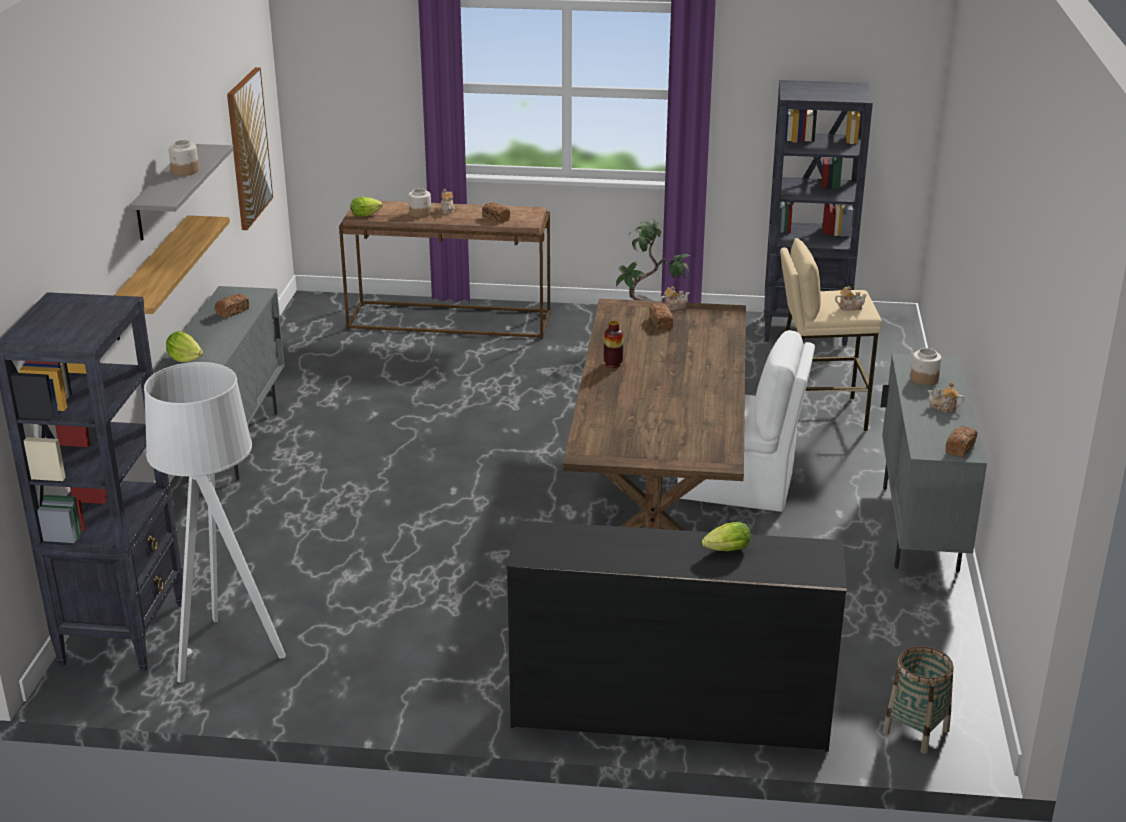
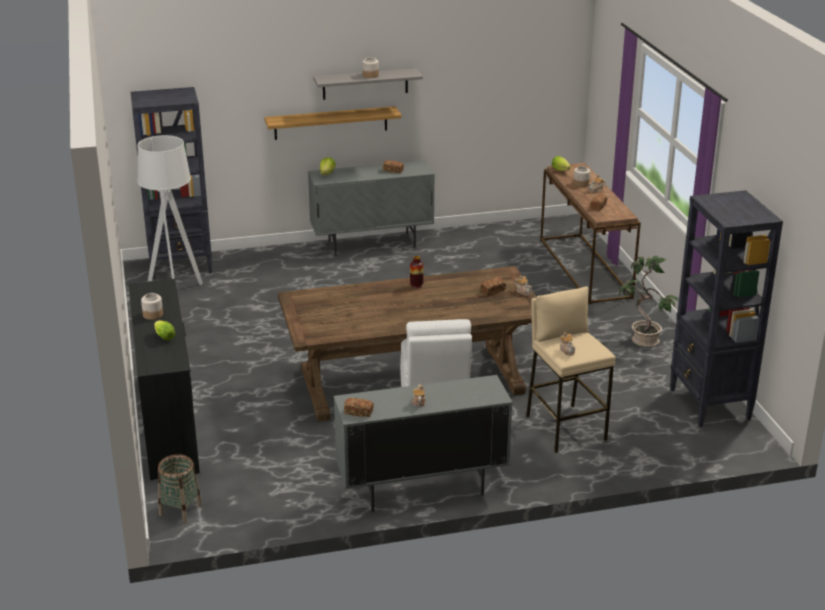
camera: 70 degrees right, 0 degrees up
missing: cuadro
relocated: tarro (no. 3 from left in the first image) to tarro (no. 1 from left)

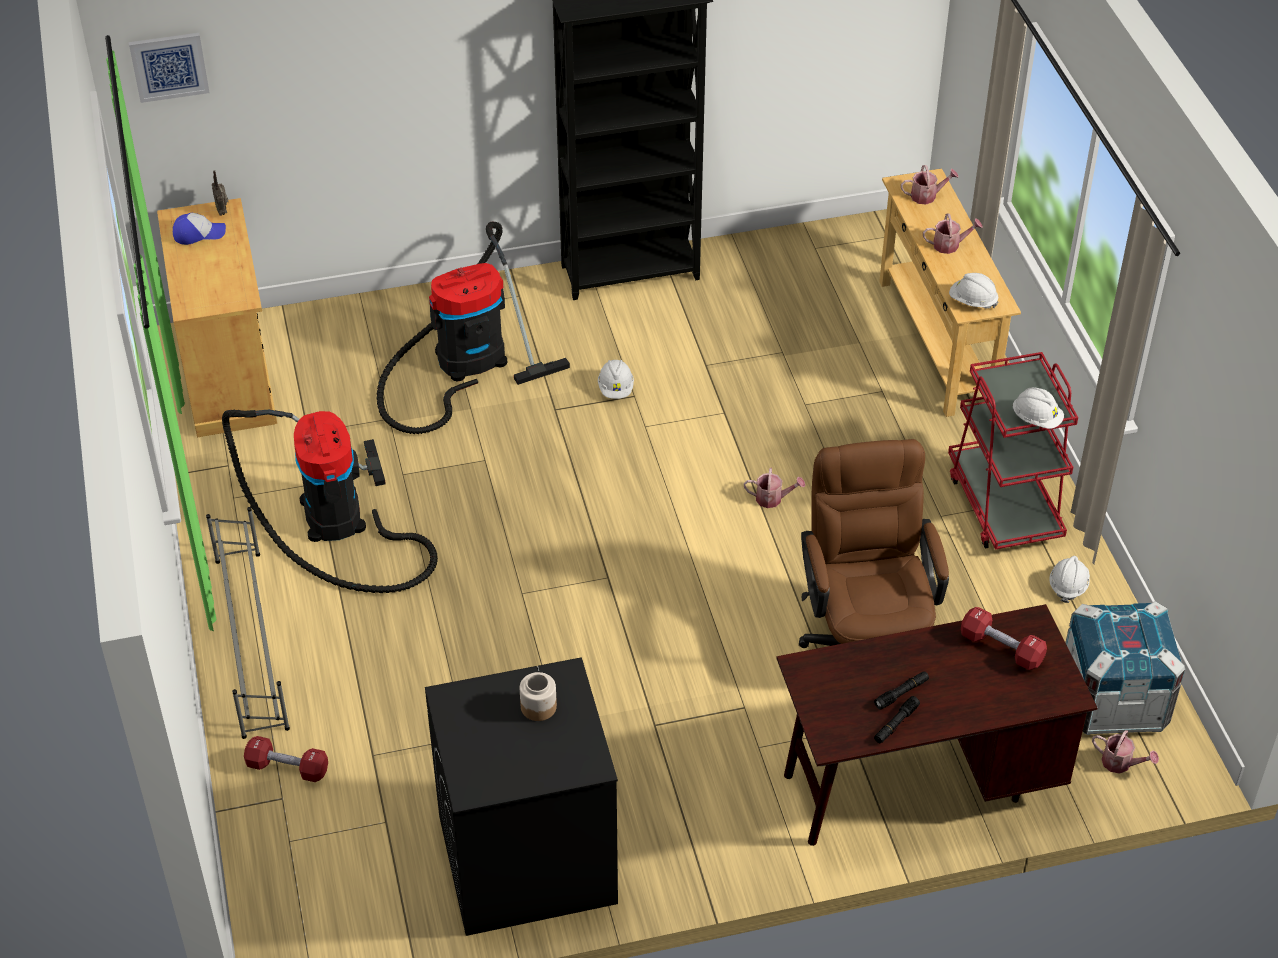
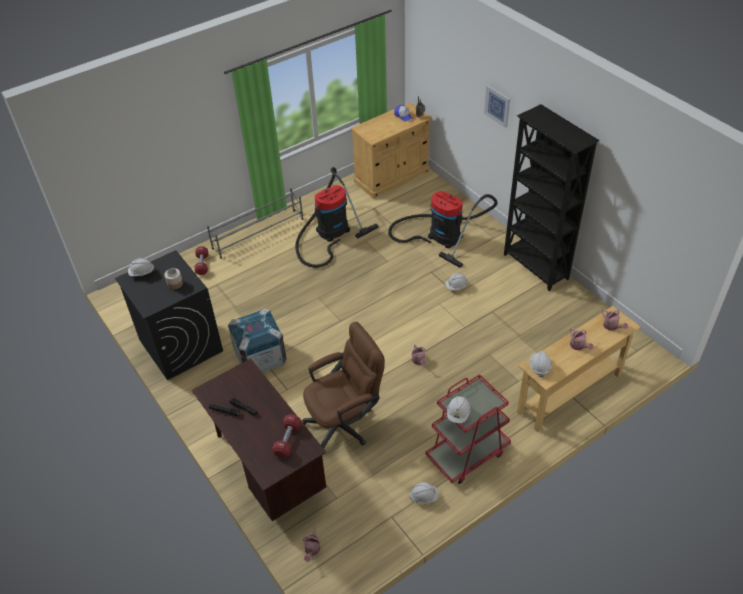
camera: 70 degrees right, 0 degrees up
appeared: casco (blanco) (no. 1 from left)
relocated: cuadro; caja de embalaje

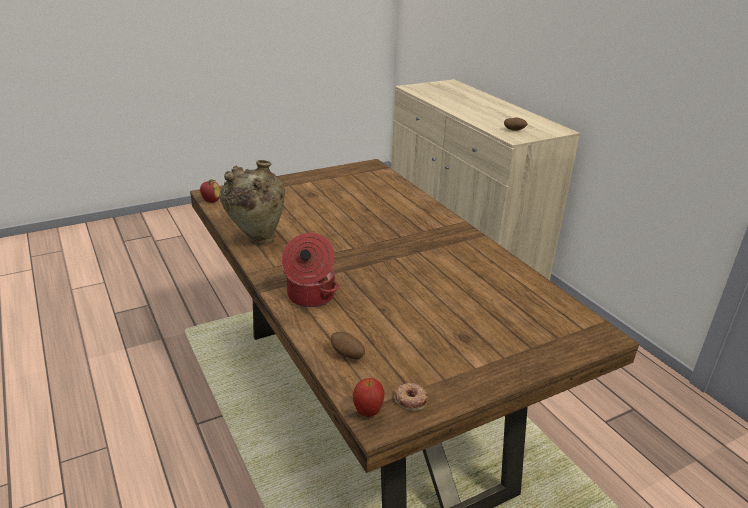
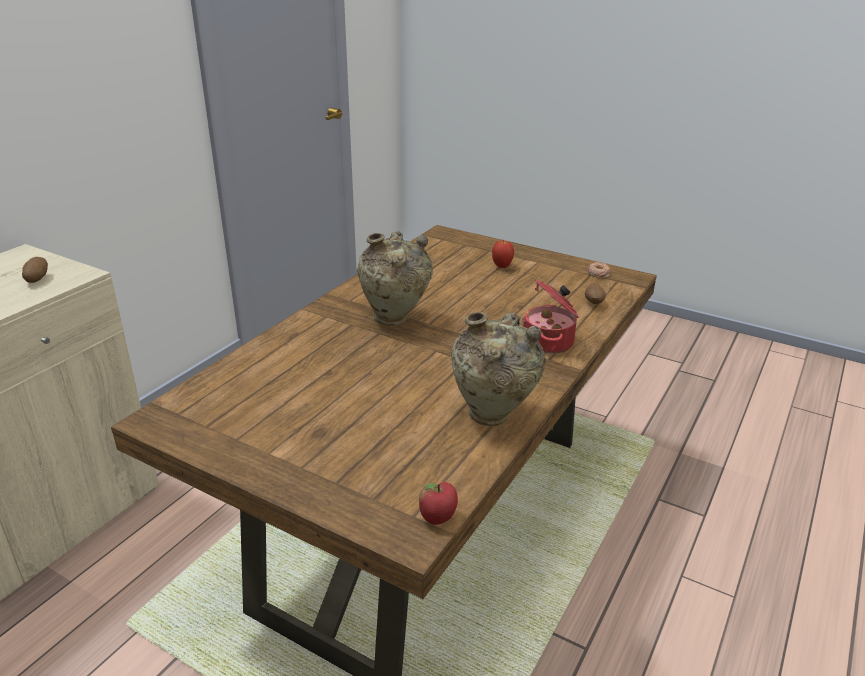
camera: 120 degrees left, 0 degrees up
appeared: florero (beis) (no. 1 from left)
relocated: manzana (no. 2 from left)

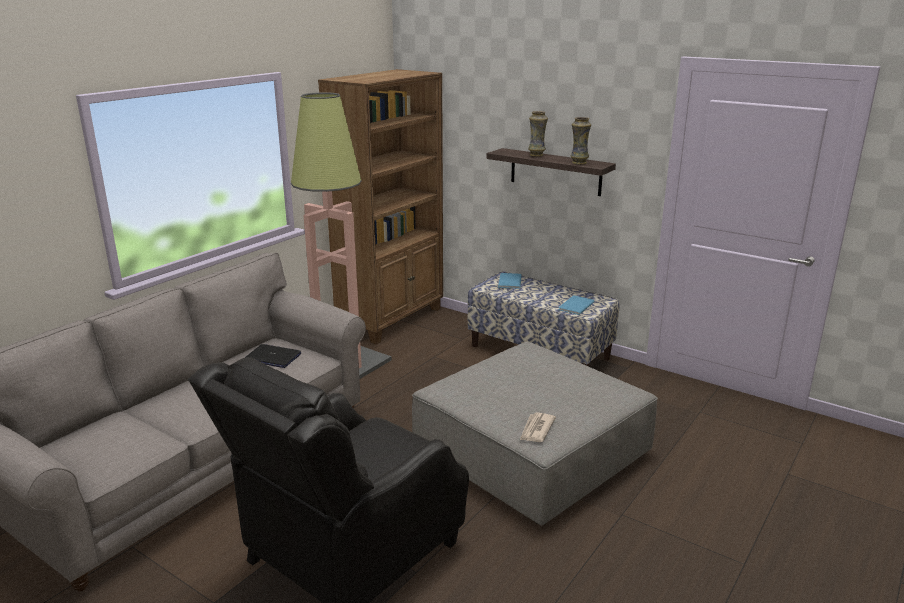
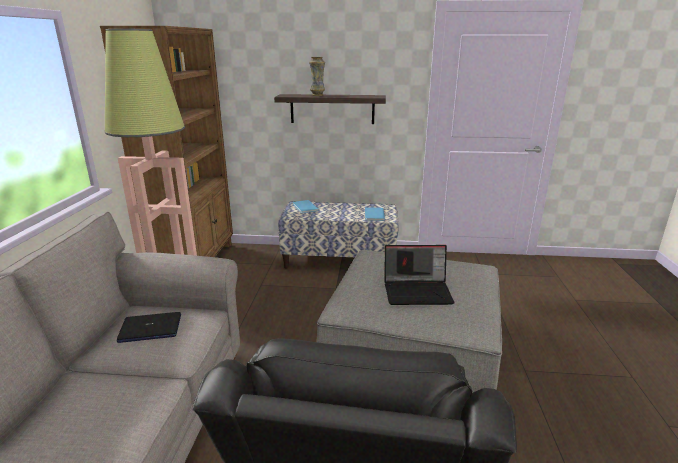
camera: 30 degrees left, 0 degrees up
missing: periódico; florero (no. 2 from left)
appeared: portátil (no. 2 from left)

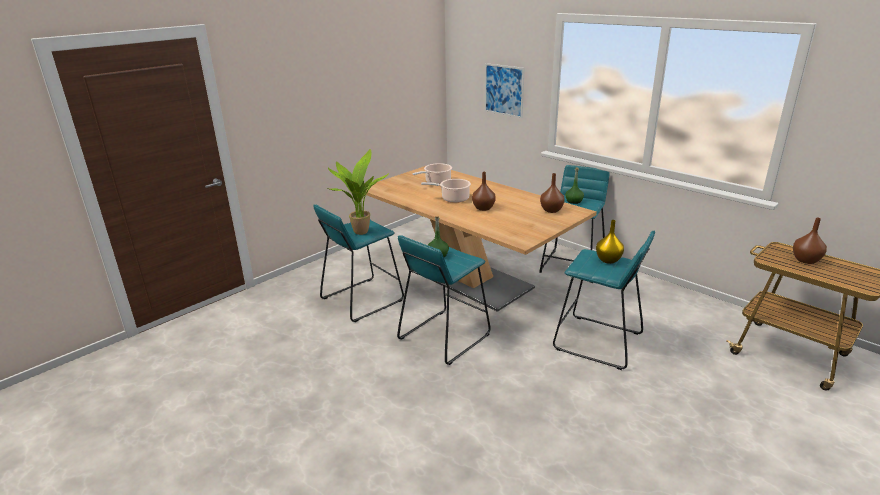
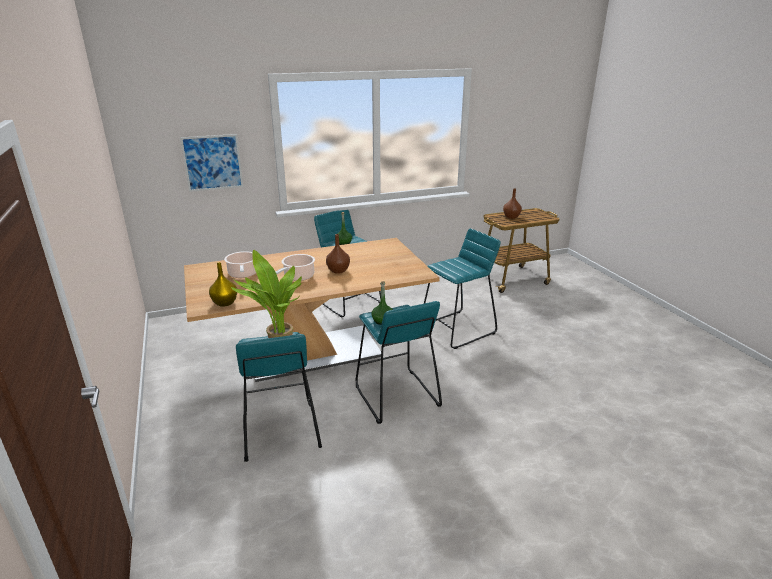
camera: 65 degrees left, 0 degrees up
missing: florero (marrón) (no. 2 from left)
relocated: florero (amarillo)

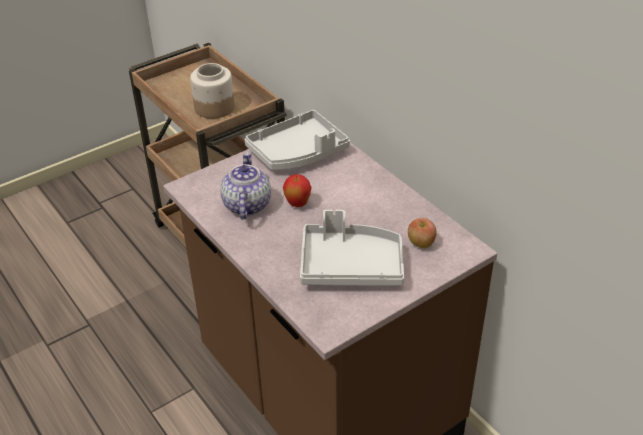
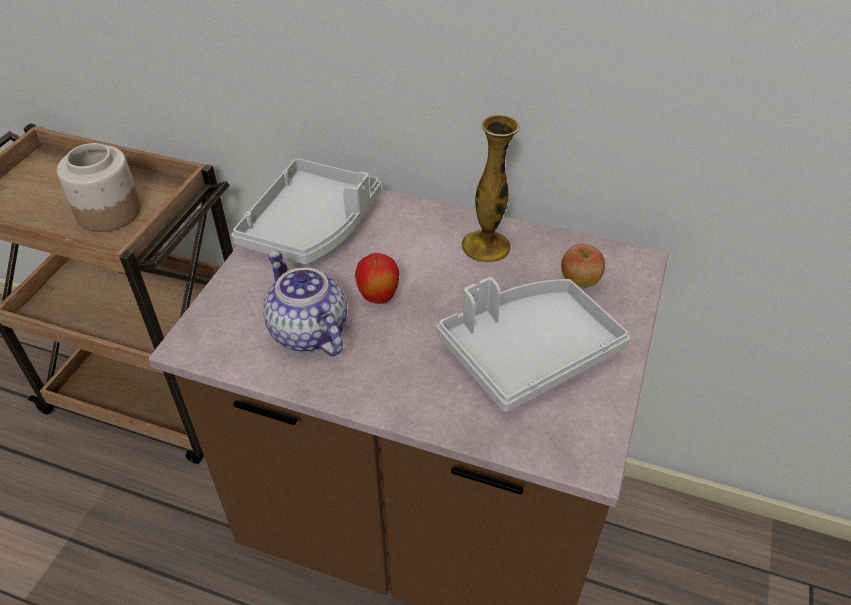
camera: 35 degrees left, 5 degrees up
appeared: florero

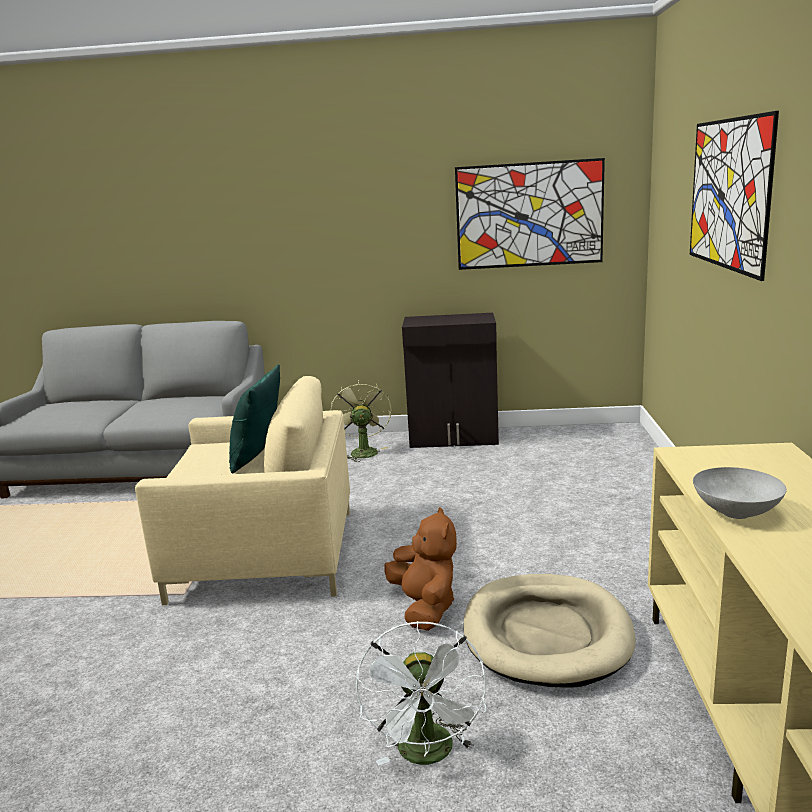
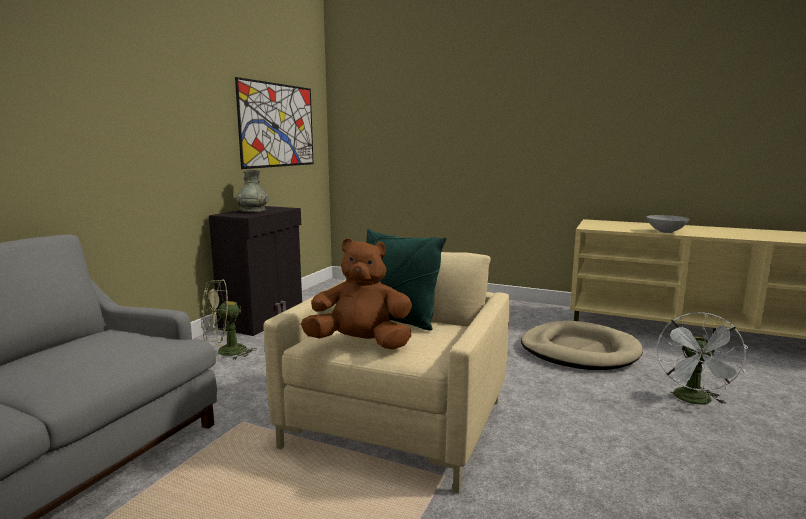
camera: 70 degrees left, 5 degrees down
missing: cuadro (no. 2 from left)
appeared: florero (gris)
relocated: peluche (marrón)
spun: ventilador (verde) 45 degrees counterclockwise; ventilador (blanco) 90 degrees clockwise

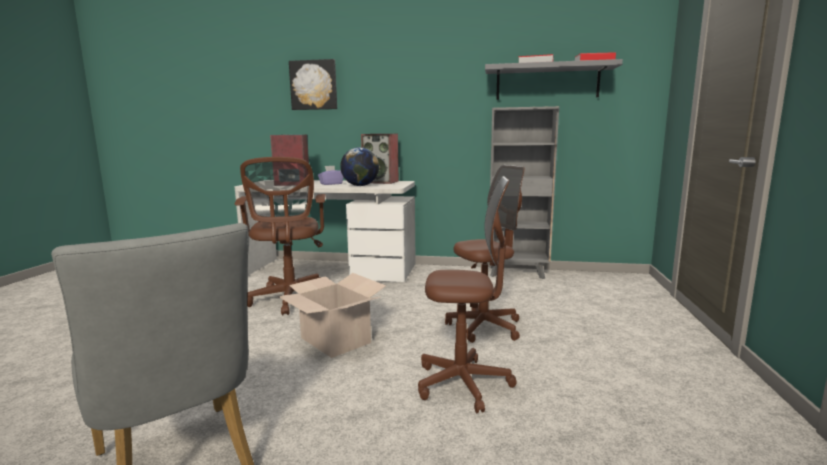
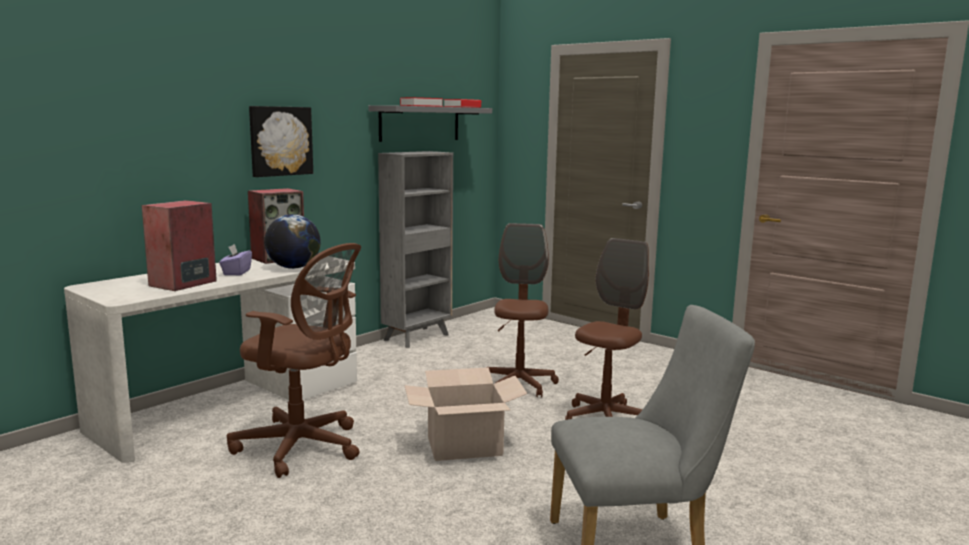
camera: 60 degrees left, 0 degrees up
relocated: cuadro

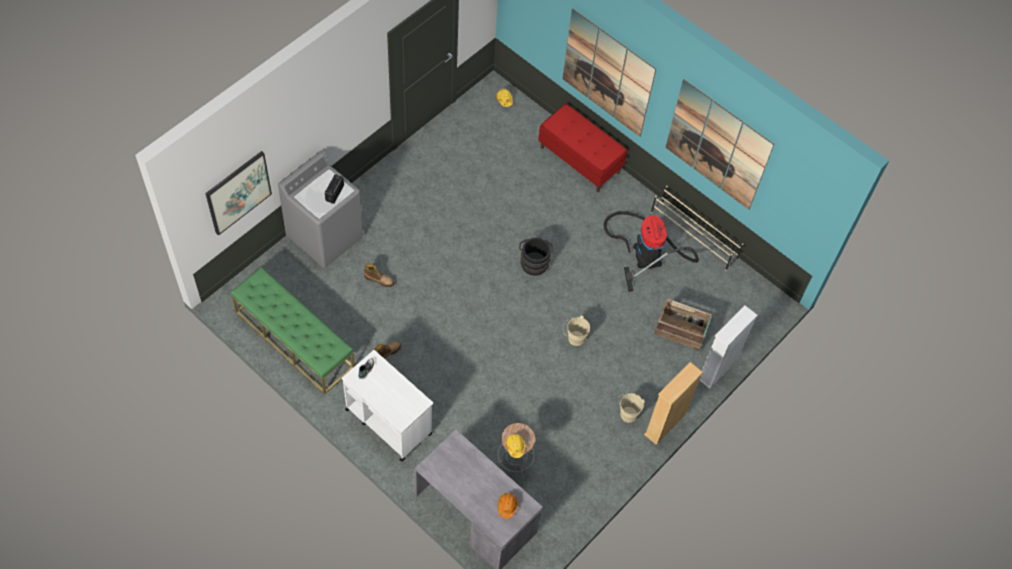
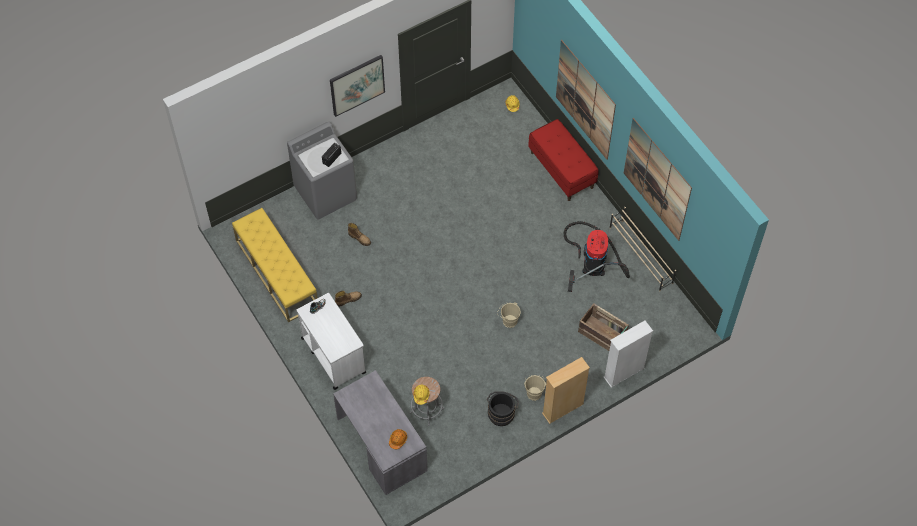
camera: 20 degrees right, 0 degrees up
relocated: cuadro (no. 1 from left); cubo (negro)
colour: banco (verde) to banco (amarillo)

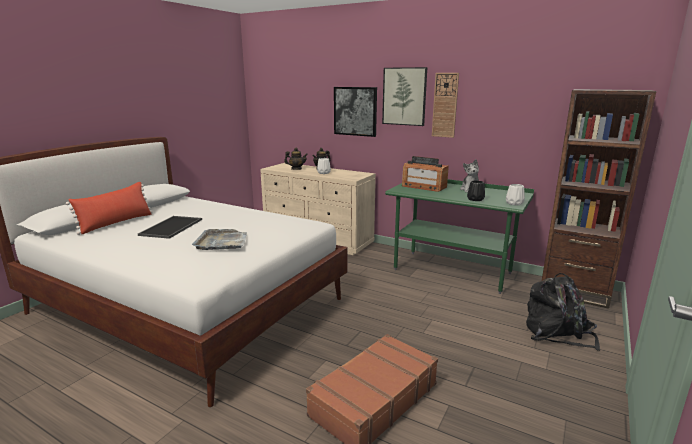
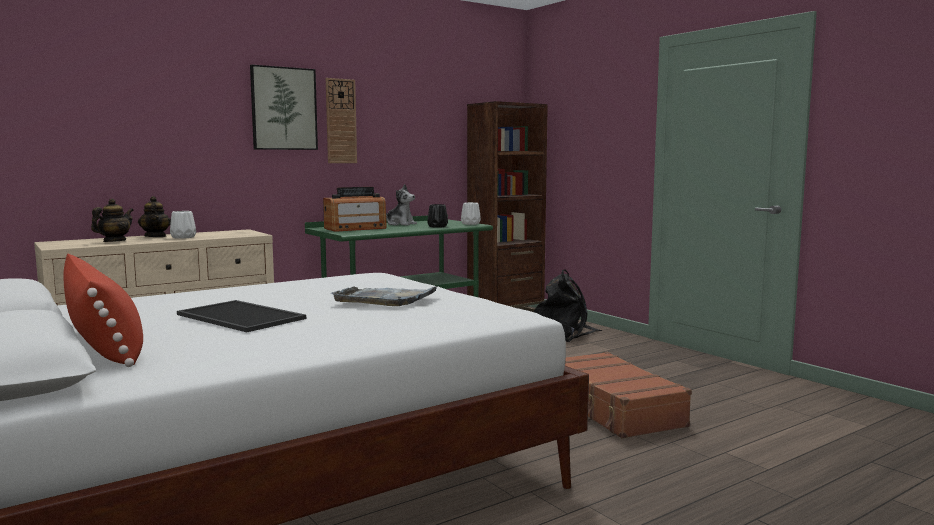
camera: 65 degrees left, 10 degrees down
missing: cuadro (no. 1 from left)

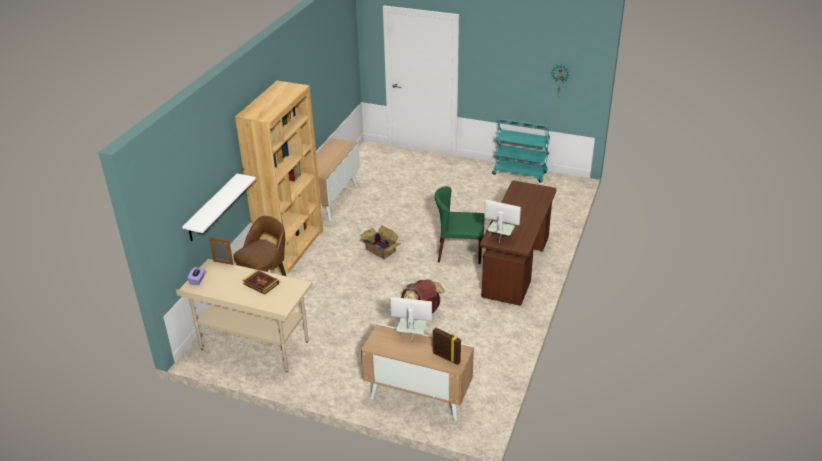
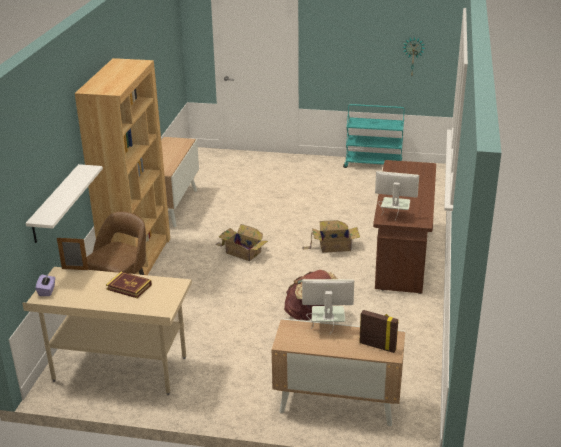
camera: 10 degrees left, 5 degrees down
exchanged: silla (verde) to caja de cartón (no. 2 from left)

